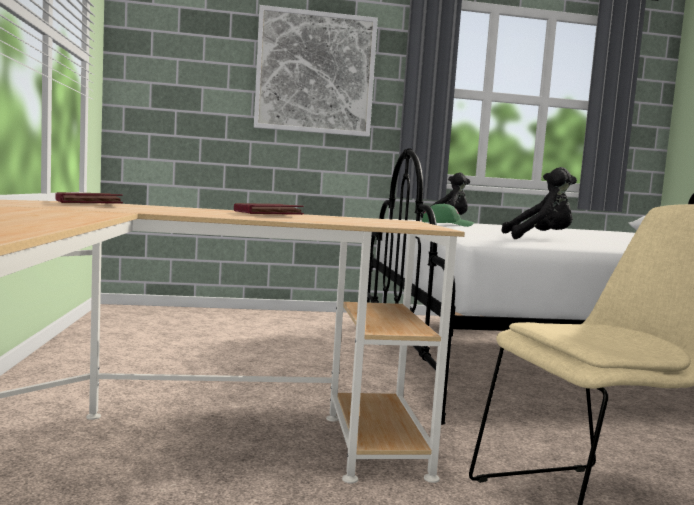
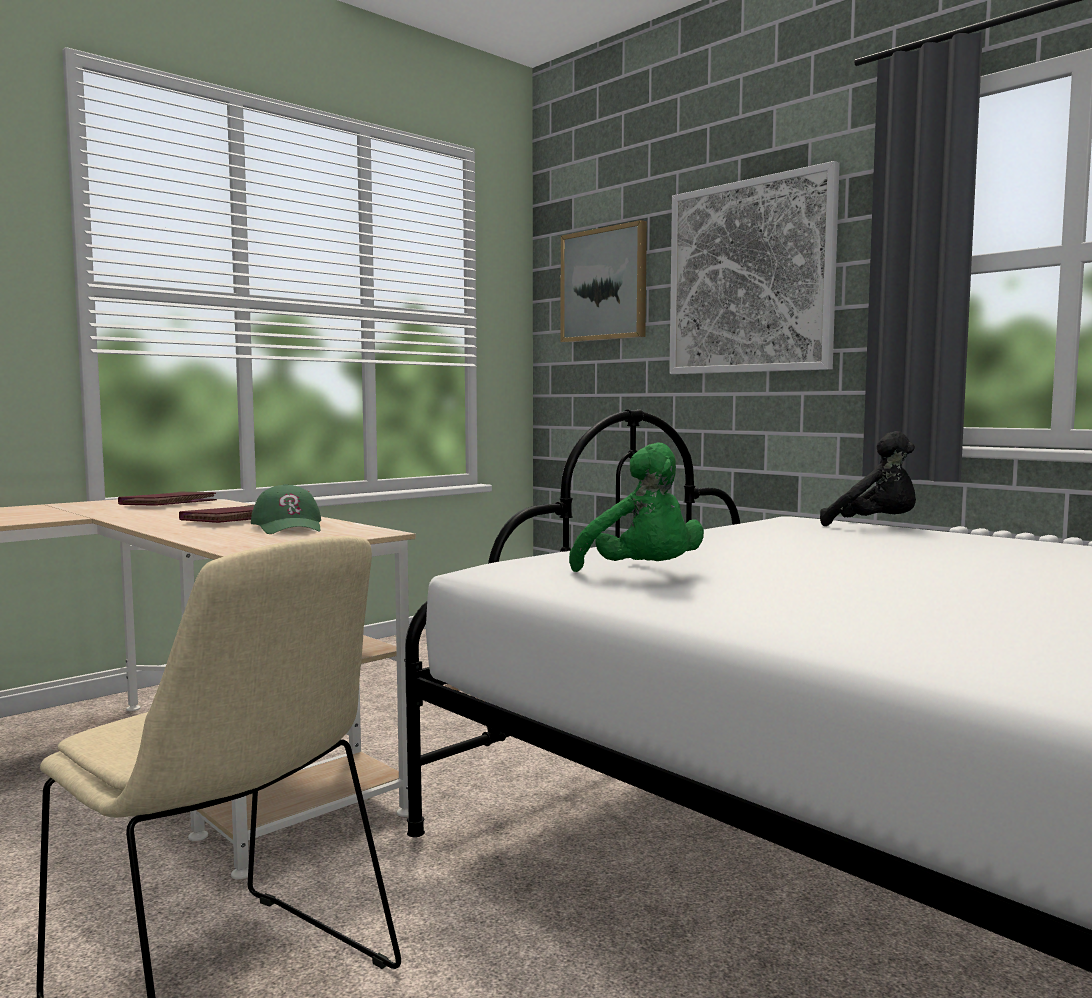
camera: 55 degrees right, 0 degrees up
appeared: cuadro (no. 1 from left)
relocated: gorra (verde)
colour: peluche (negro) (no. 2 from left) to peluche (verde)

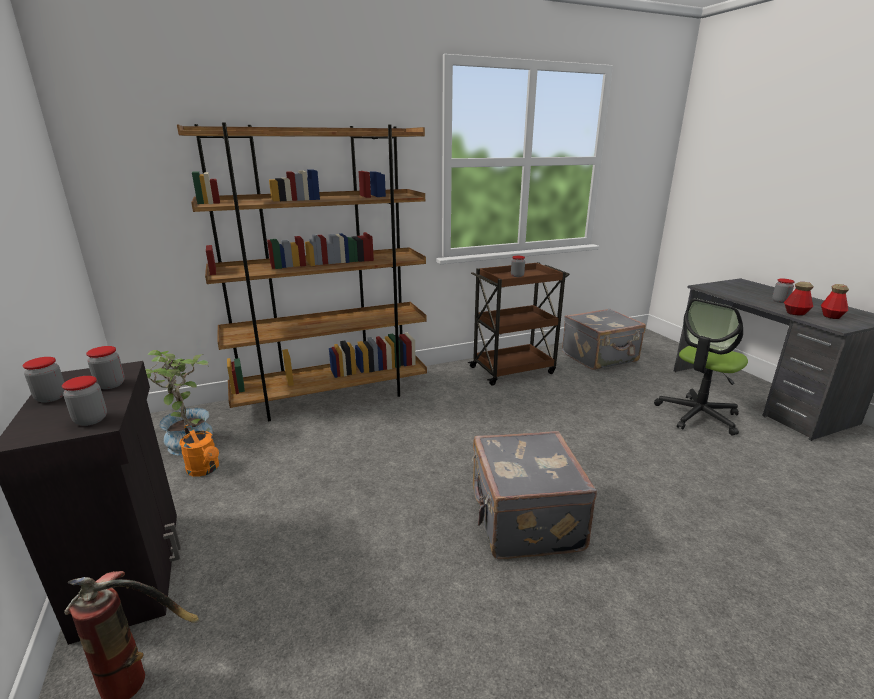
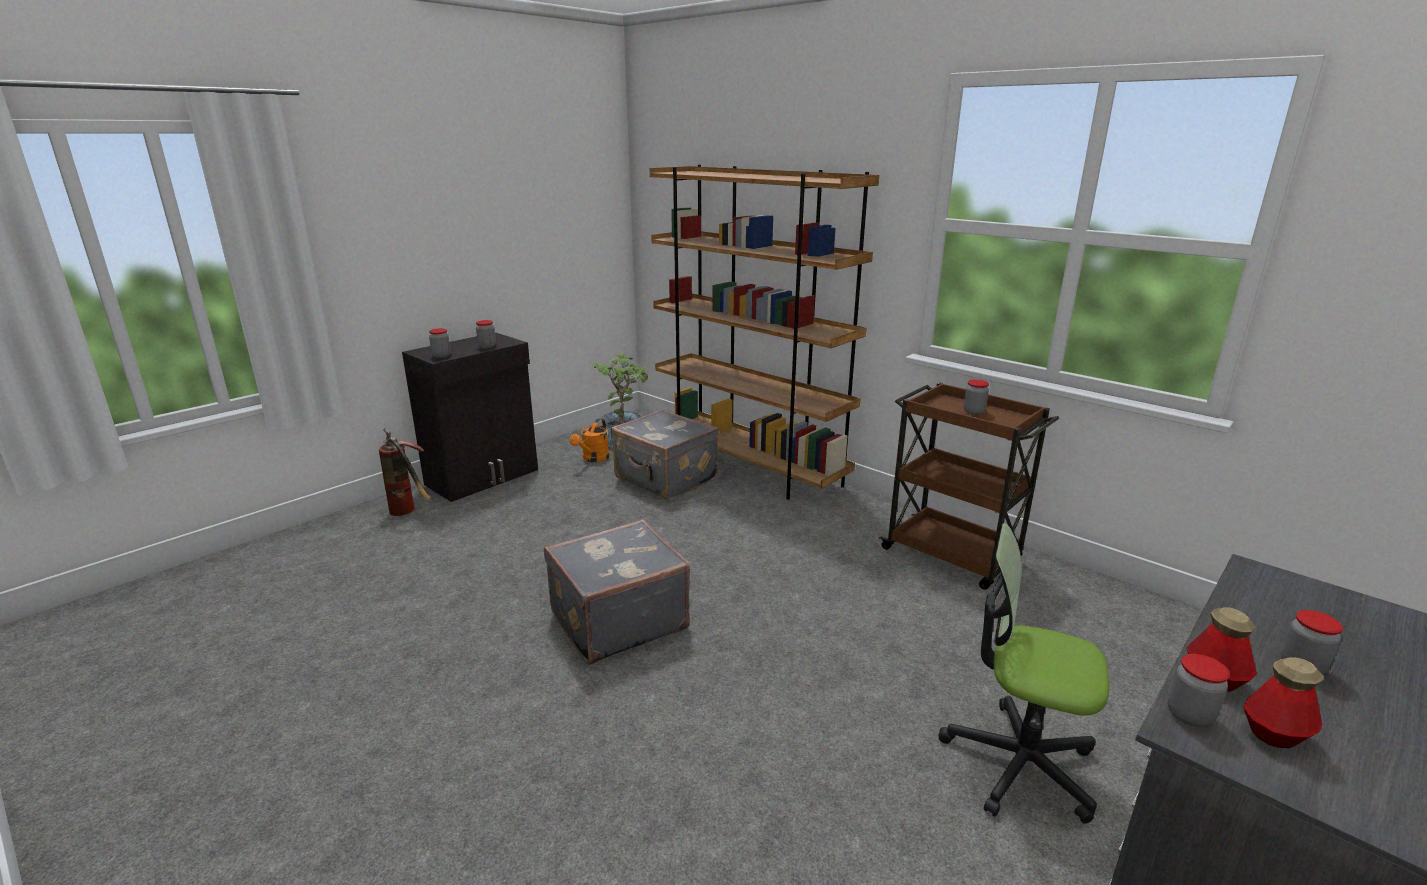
camera: 65 degrees right, 0 degrees up
relocated: tarro (no. 1 from left in the first image) to tarro (no. 4 from left); maleta (gris) (no. 2 from left)

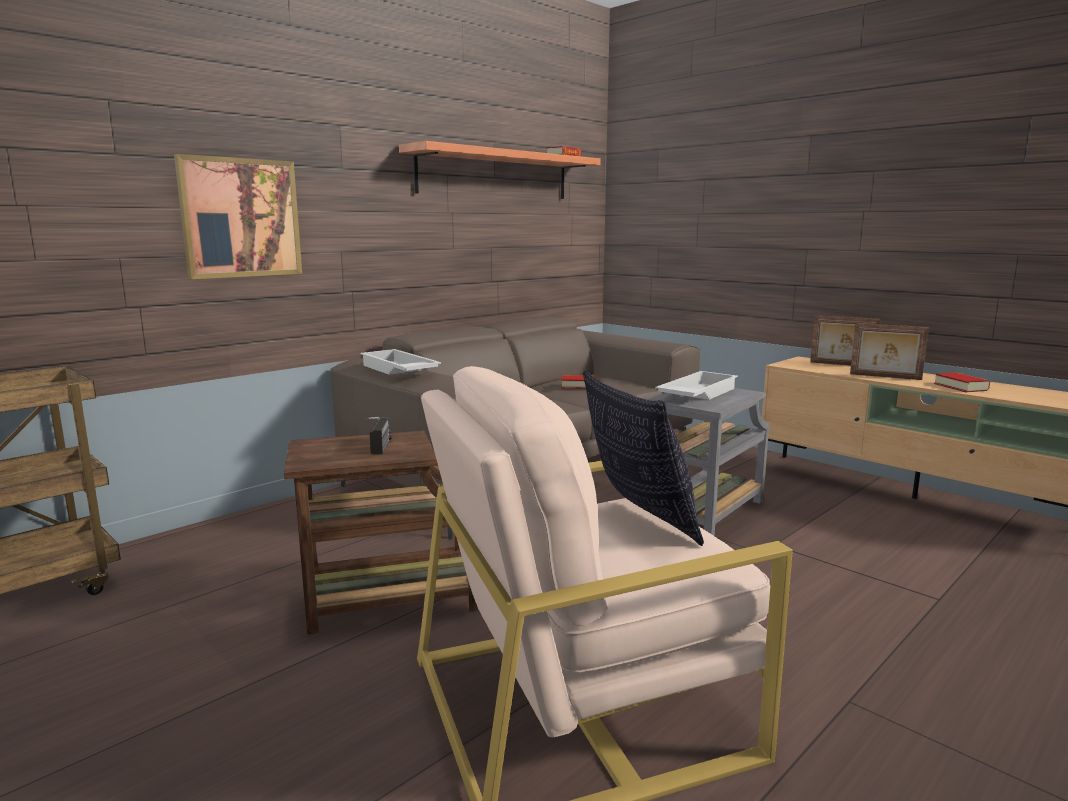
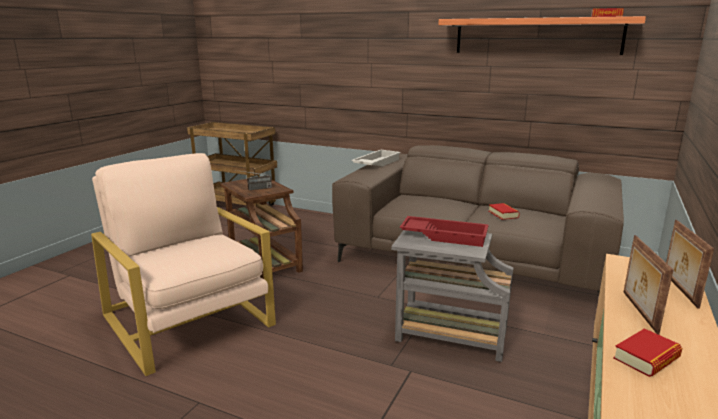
camera: 70 degrees right, 5 degrees up
missing: cuadro; cojín
colour: bandeja (blanco) (no. 2 from left) to bandeja (rojo)

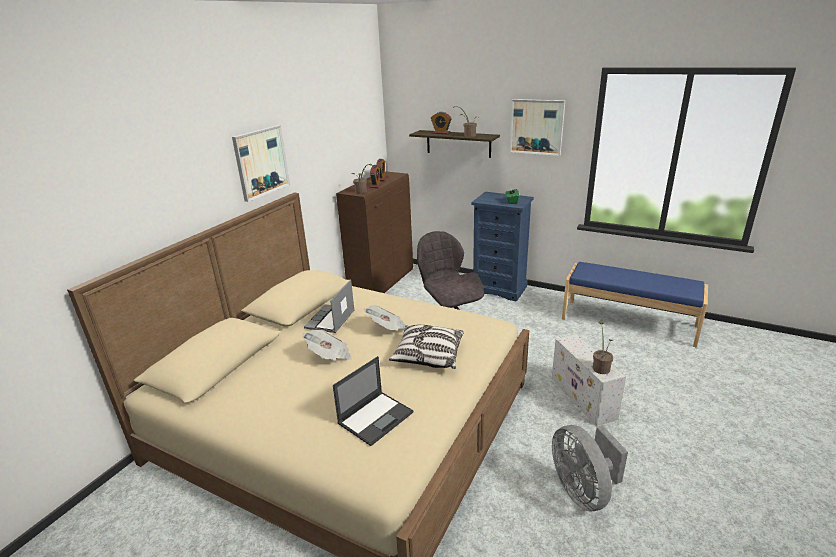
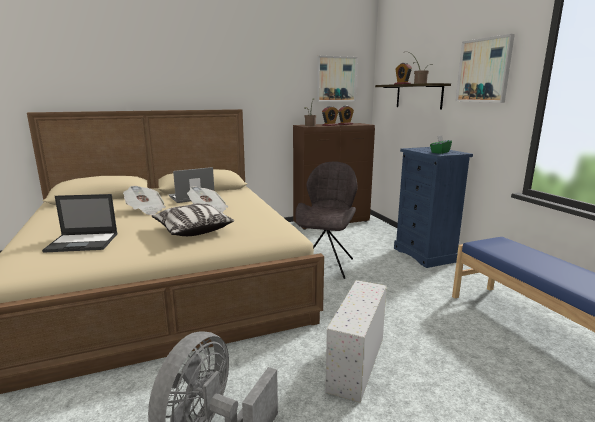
camera: 40 degrees right, 10 degrees down
missing: planta en maceta (no. 3 from left)
relocated: cuadro (no. 1 from left)

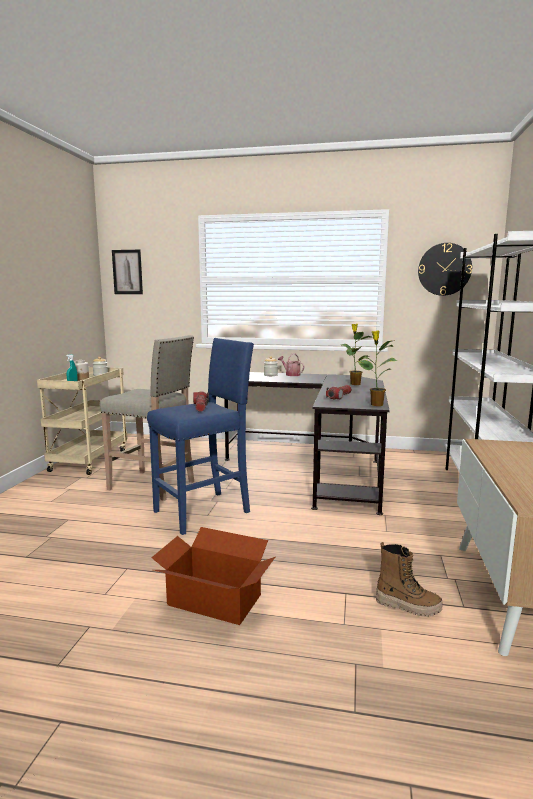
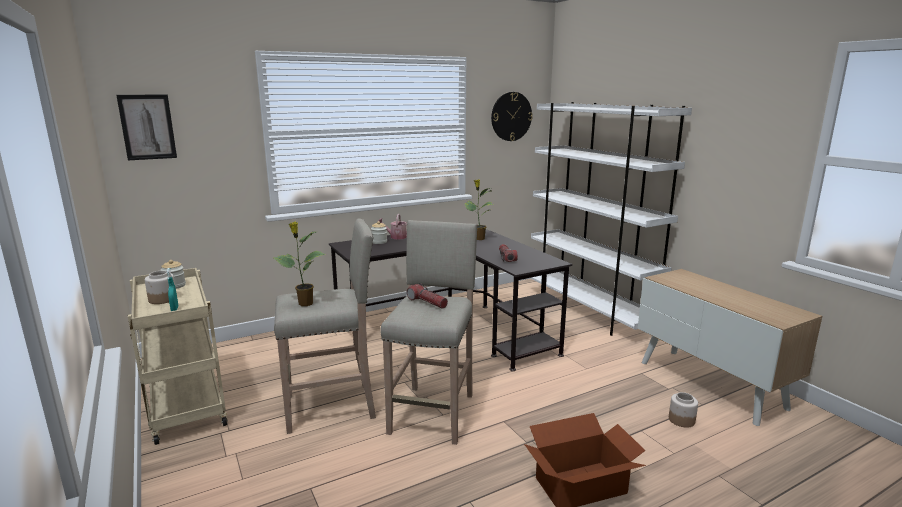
camera: 40 degrees left, 5 degrees up
relocated: planta en maceta (no. 2 from left in the first image) to planta en maceta (no. 1 from left)
exchanged: bota to tarro (no. 4 from left)
colour: taburete (azul) to taburete (beis) (no. 2 from left)

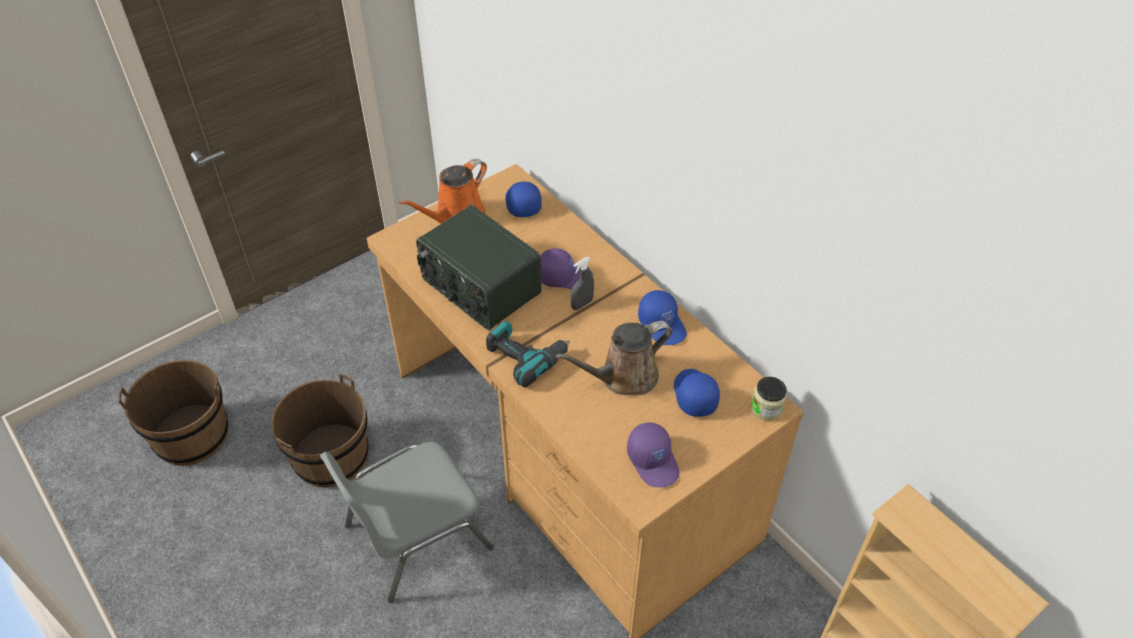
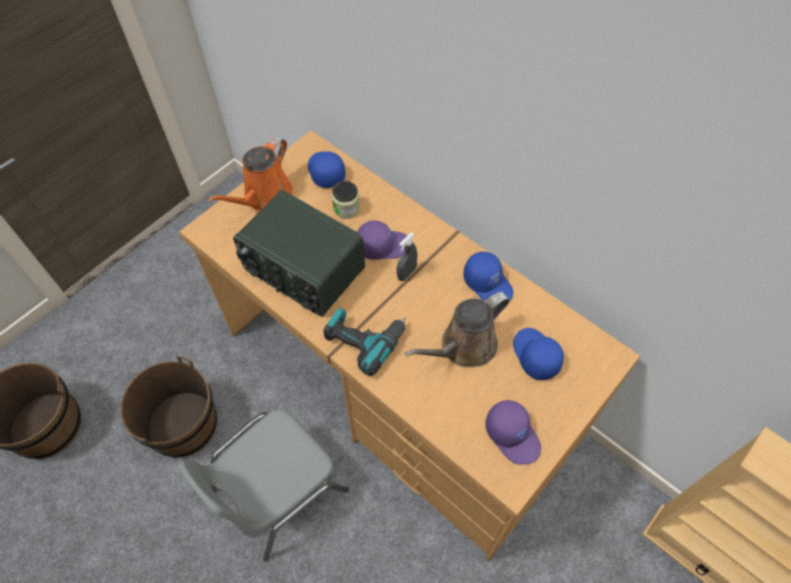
camera: 10 degrees left, 10 degrees up
relocated: tarro

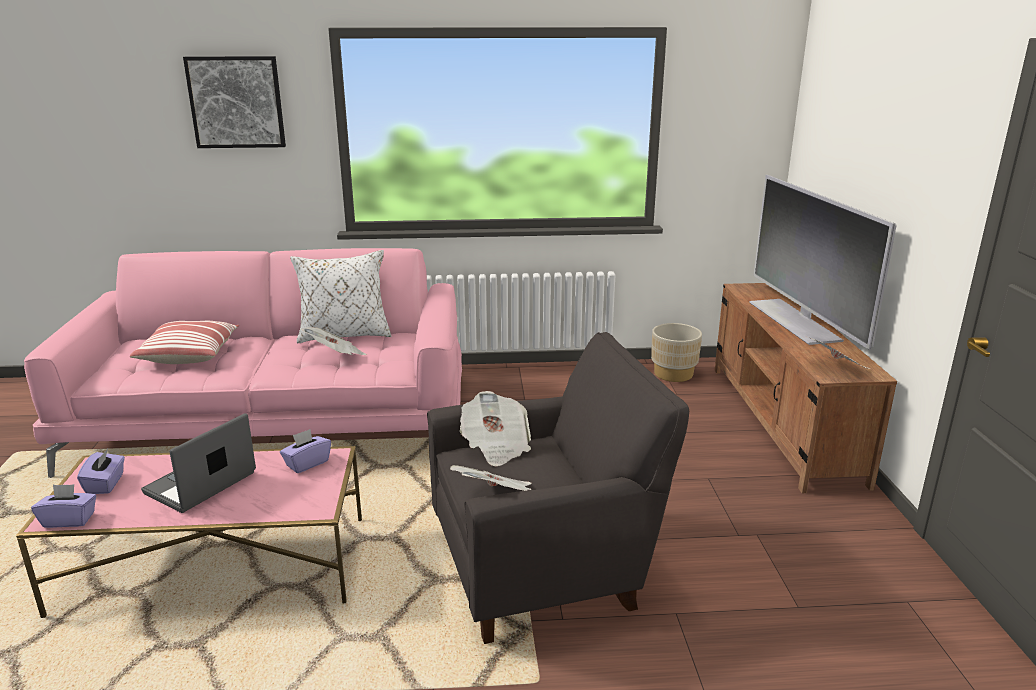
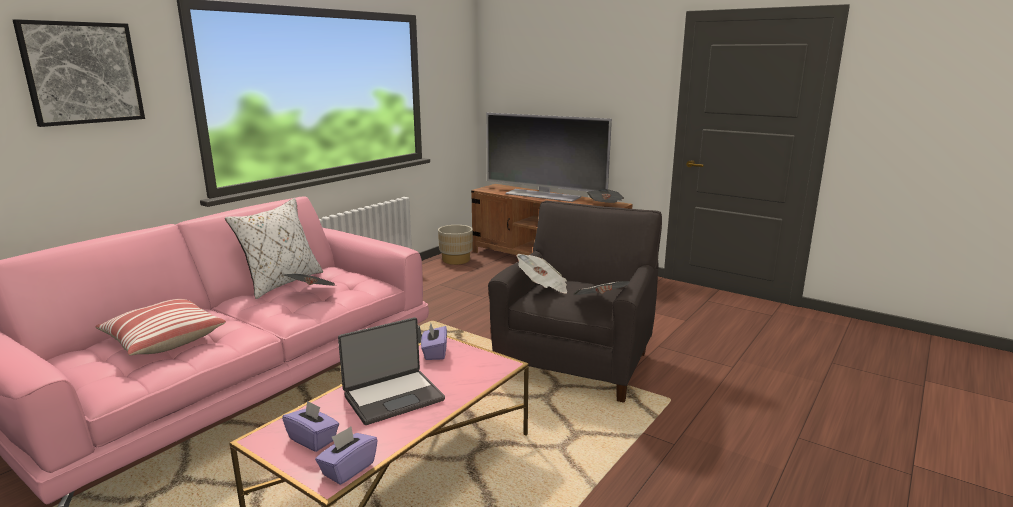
camera: 50 degrees left, 5 degrees down
spun: portátil 105 degrees counterclockwise

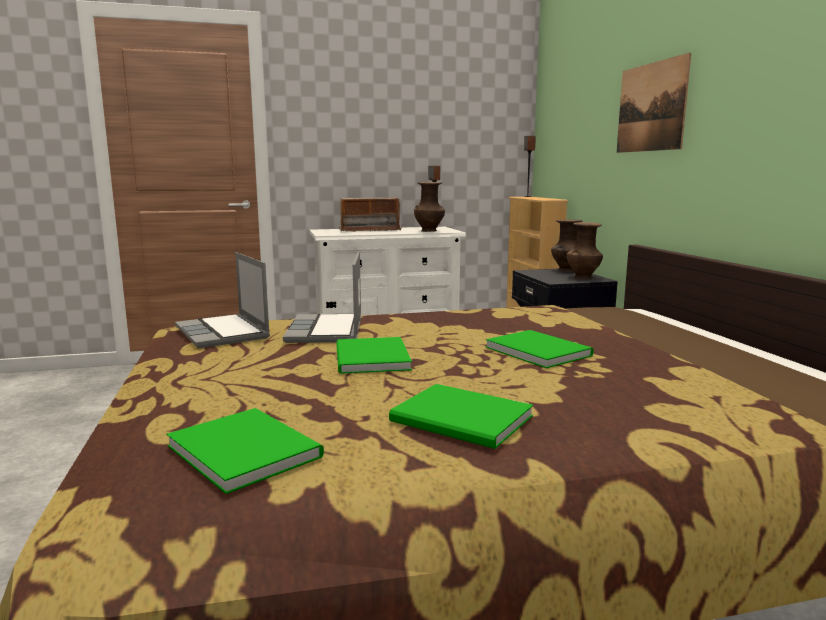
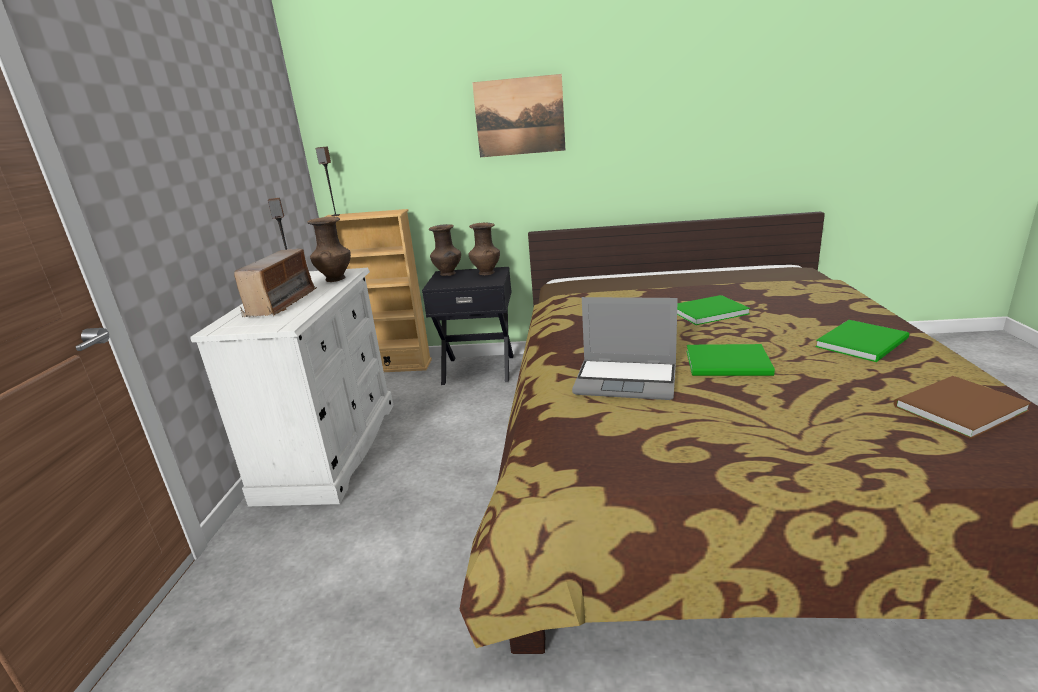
camera: 70 degrees left, 10 degrees up
missing: portátil (no. 1 from left)
colour: libro (verde) (no. 1 from left) to libro (marrón)

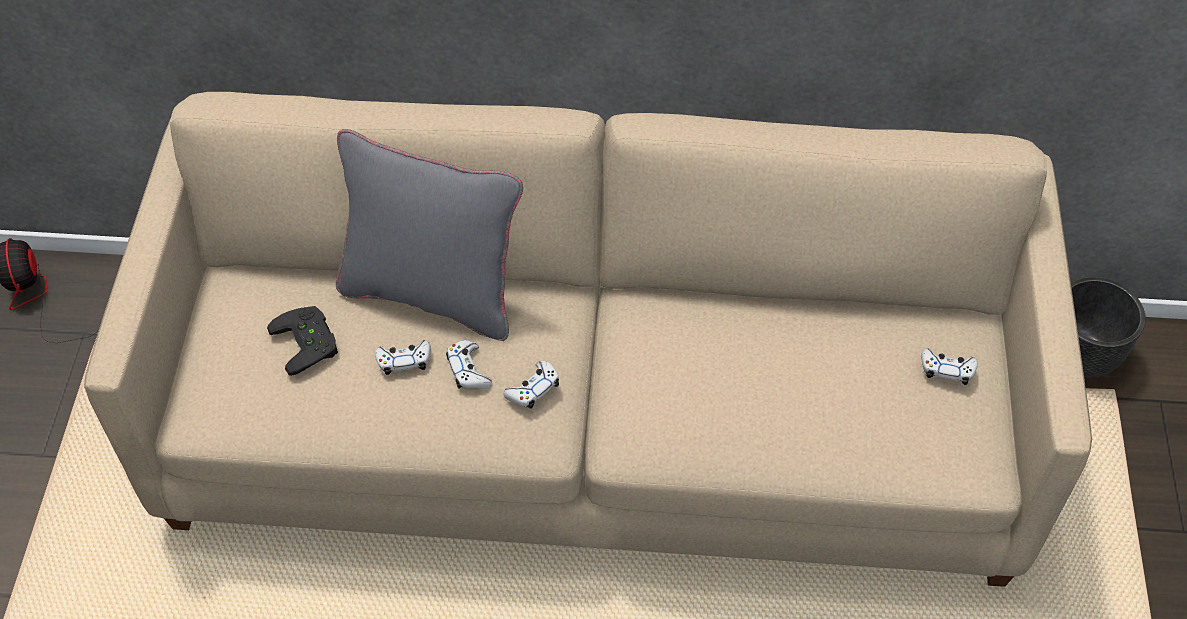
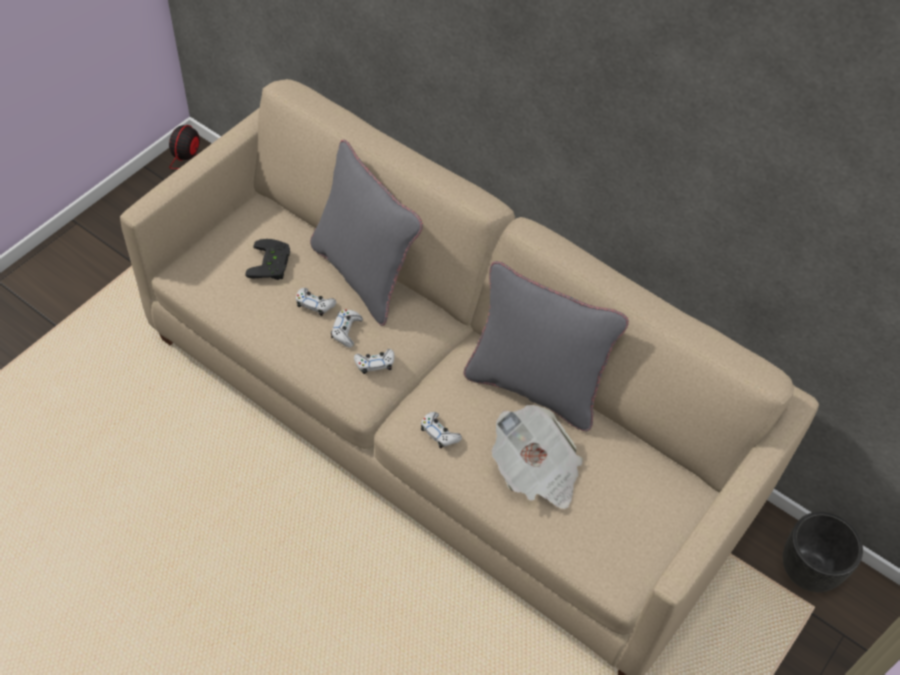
camera: 30 degrees right, 0 degrees up
appeared: cojín (gris) (no. 2 from left); periódico
relocated: mando de consola (blanco) (no. 4 from left)

